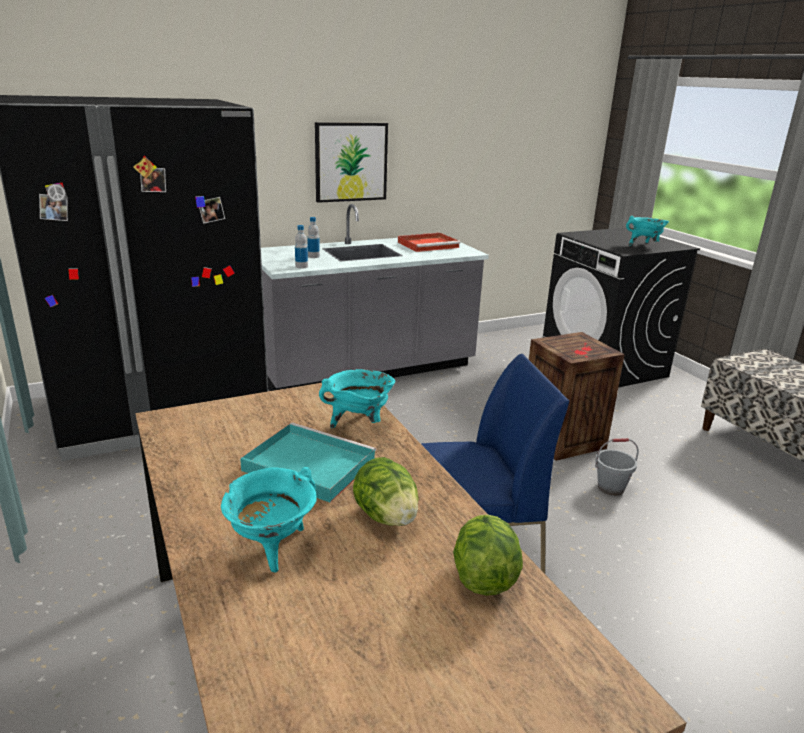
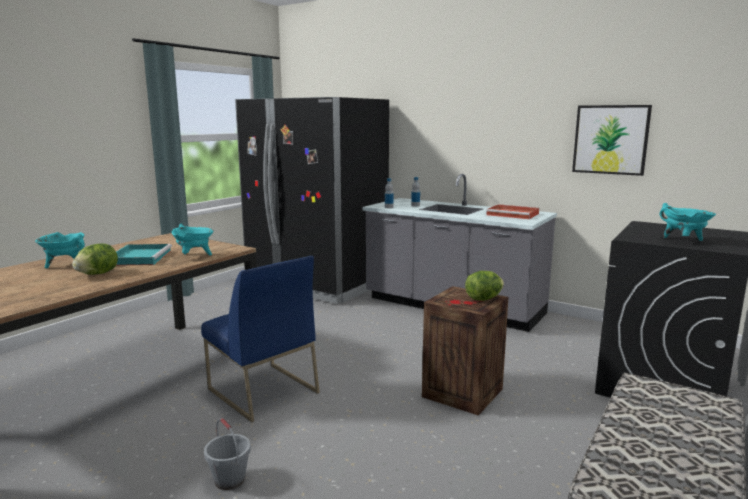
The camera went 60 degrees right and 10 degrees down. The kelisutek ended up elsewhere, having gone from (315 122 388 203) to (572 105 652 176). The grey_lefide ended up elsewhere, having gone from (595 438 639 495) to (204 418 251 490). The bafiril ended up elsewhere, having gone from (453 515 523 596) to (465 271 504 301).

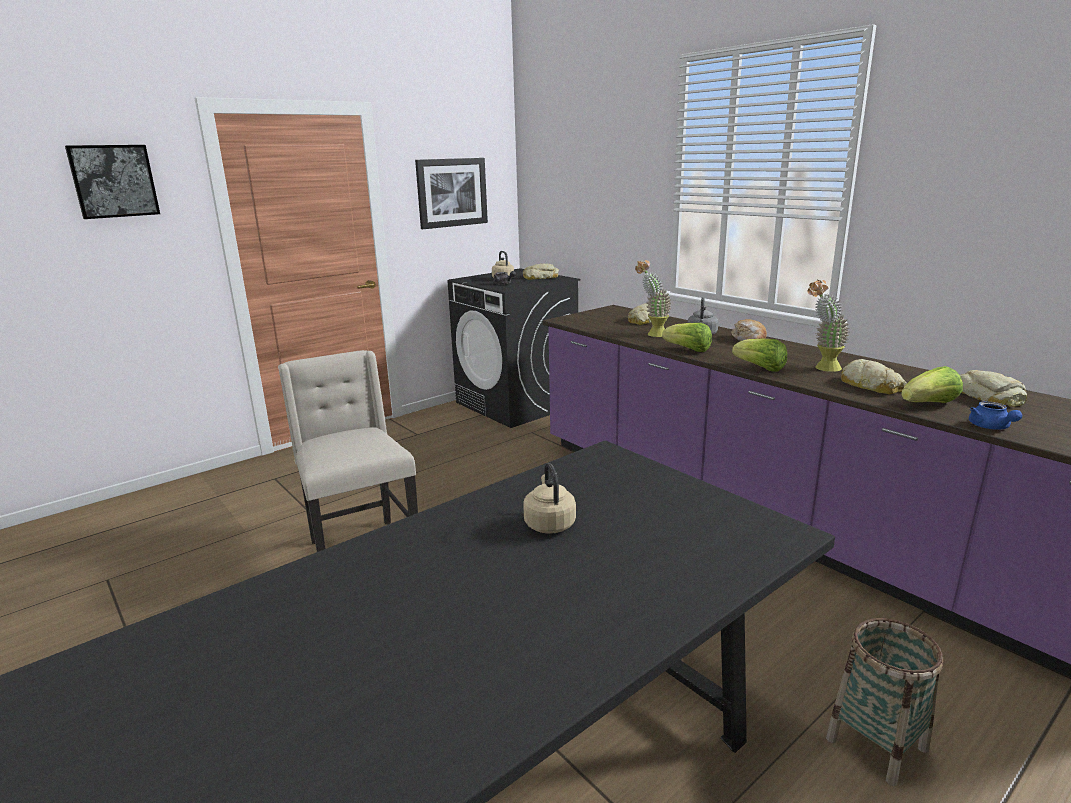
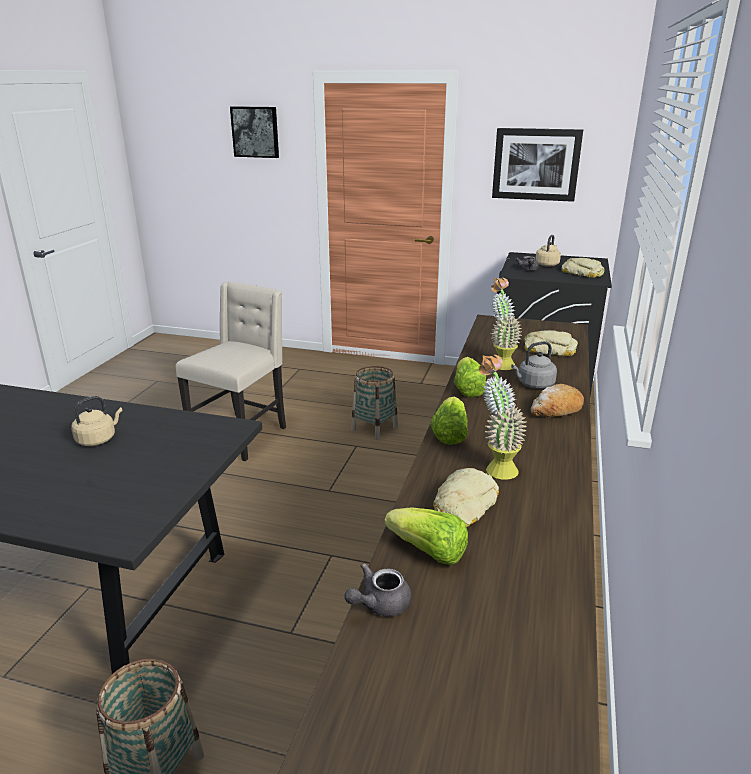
The camera went 55 degrees right and 5 degrees up. The second view lost the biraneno at (960 370 1027 407). What was the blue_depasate at (969 401 1022 430) turned into the grey_depasate at (344 563 412 616). The second view gained the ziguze at (351 366 398 440).

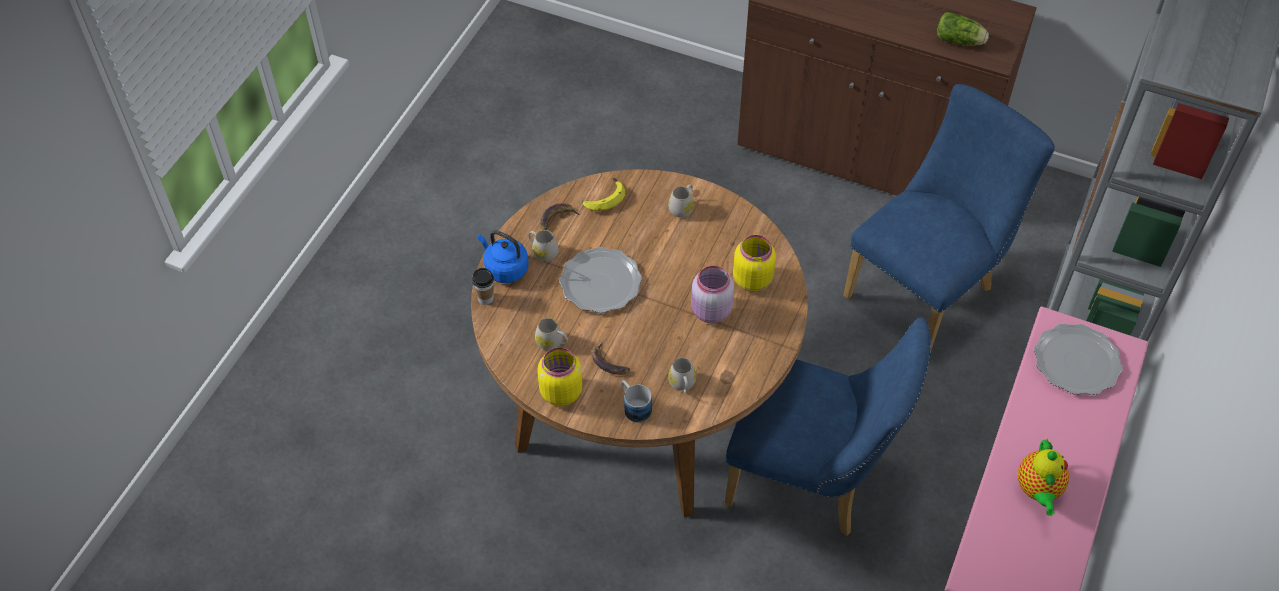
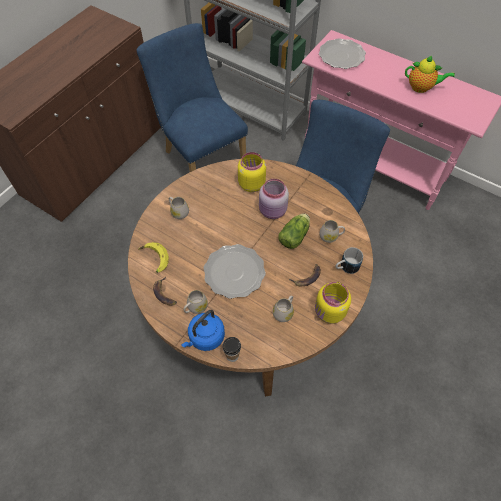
The camera went 80 degrees left and 5 degrees up. The bafiril ended up elsewhere, having gone from (937 12 989 46) to (278 213 310 249).

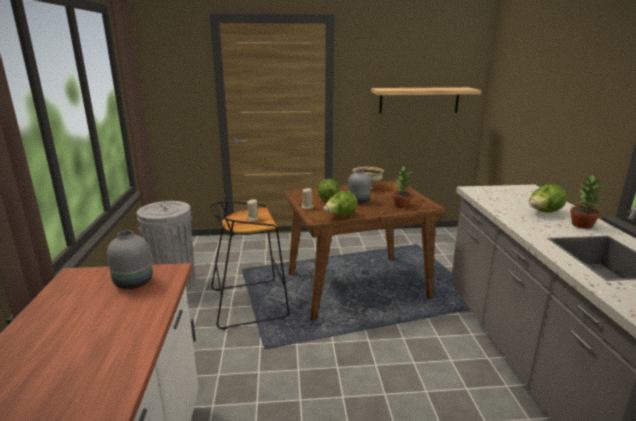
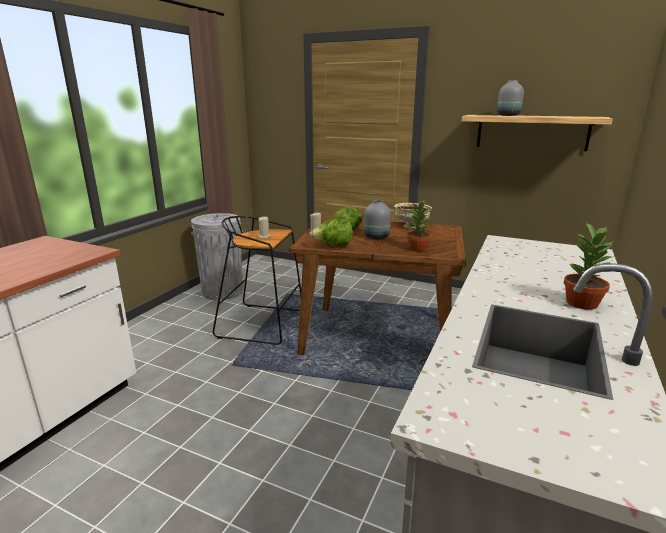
The camera went 30 degrees right and 0 degrees up. The second view lost the bafiril at (529 184 567 213). The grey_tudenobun ended up elsewhere, having gone from (107 230 153 289) to (497 80 524 116).

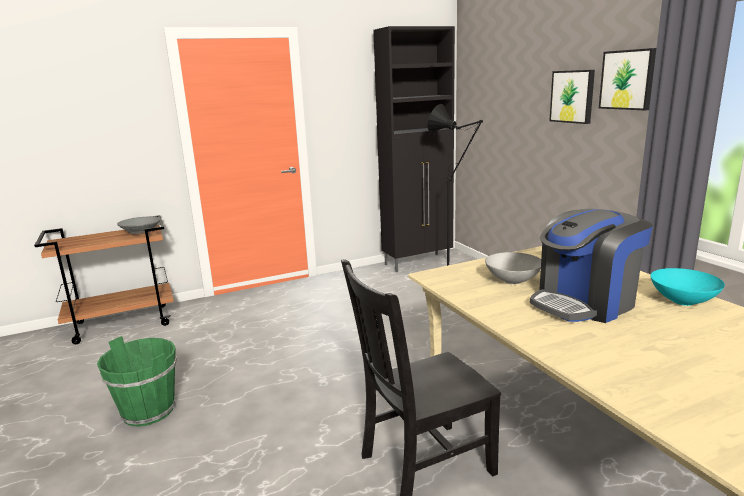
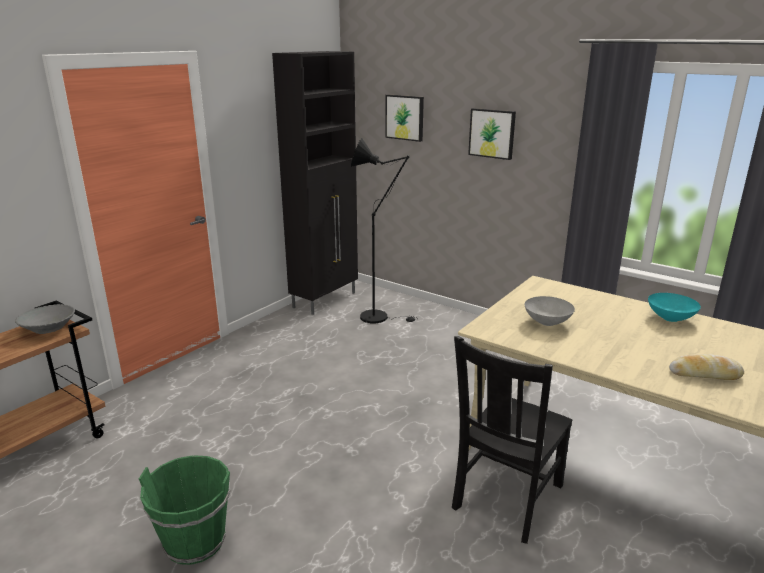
The camera went 30 degrees left and 5 degrees up. The kelisutek ended up elsewhere, having gone from (599 48 656 110) to (385 94 424 142). The second view lost the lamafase at (530 209 653 323). The second view gained the biraneno at (669 354 744 380).

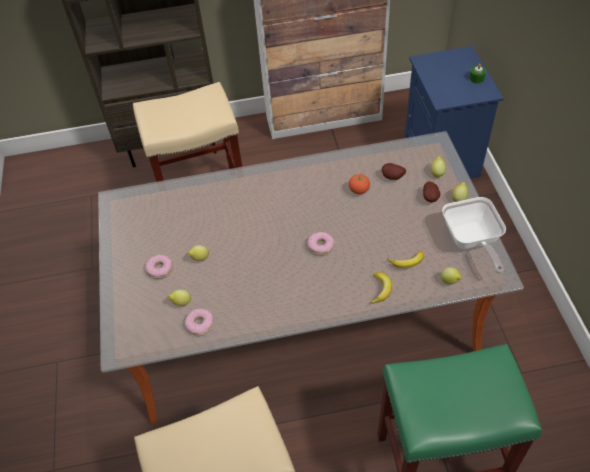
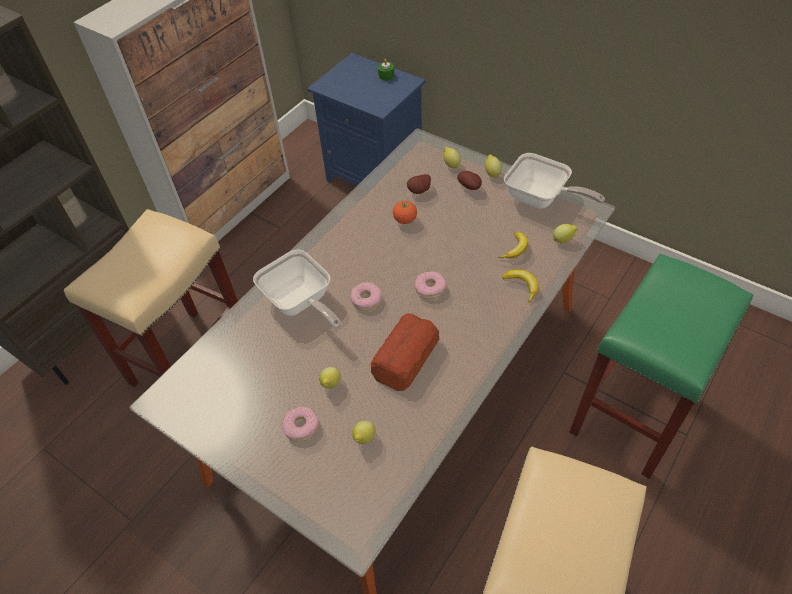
The camera went 45 degrees left and 0 degrees up. The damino ended up elsewhere, having gone from (185 308 214 336) to (350 282 382 310). The second view gained the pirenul at (253 249 342 329). The second view gained the biraneno at (371 313 439 391).

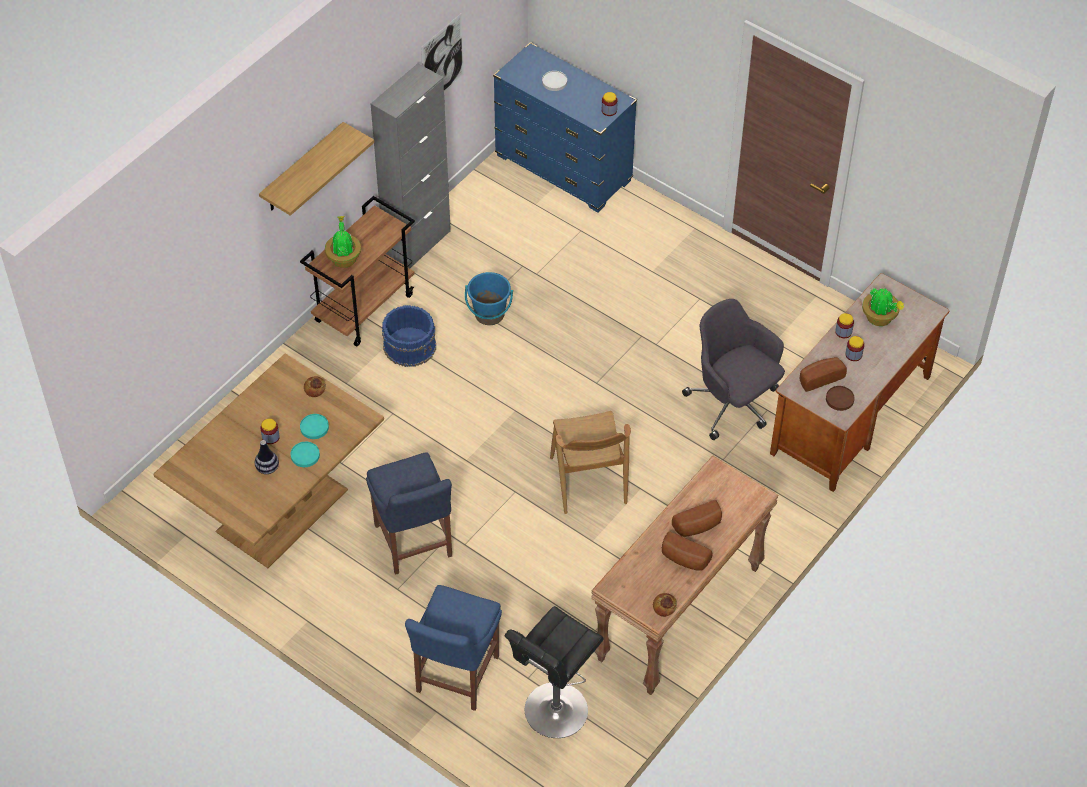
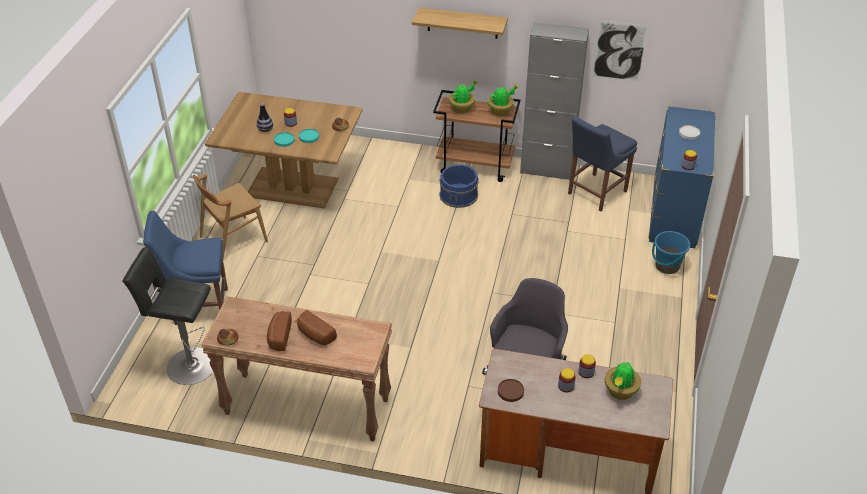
The camera went 65 degrees right and 10 degrees down. The blue_lefide ended up elsewhere, having gone from (465 272 513 325) to (652 231 690 274). The second view lost the biraneno at (800 357 847 392). The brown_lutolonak ended up elsewhere, having gone from (550 411 631 514) to (193 174 268 259). The blue_lutolonak ended up elsewhere, having gone from (366 452 452 575) to (568 116 637 211). The second view gained the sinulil at (488 84 519 116).

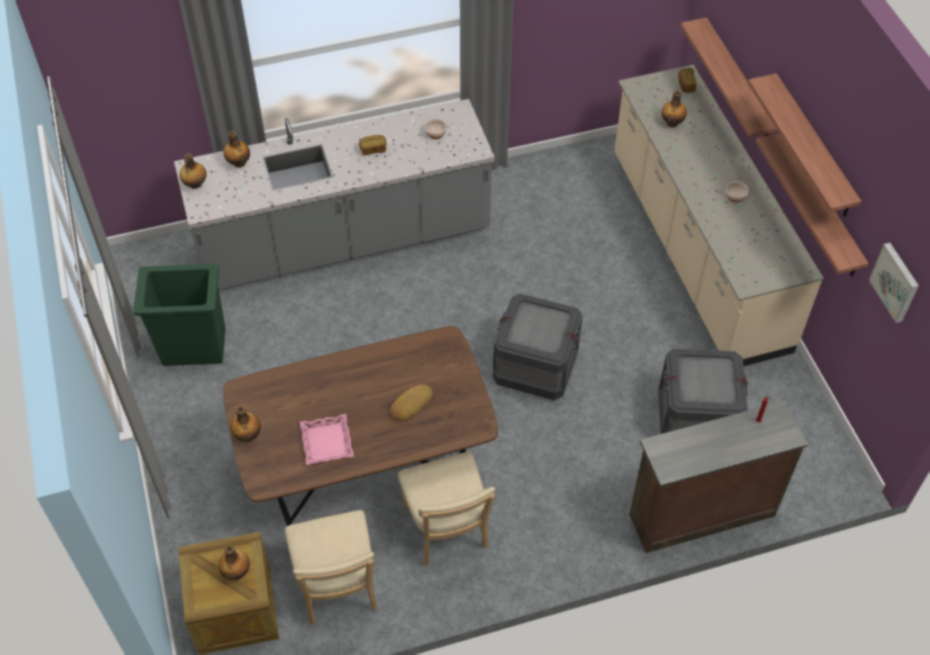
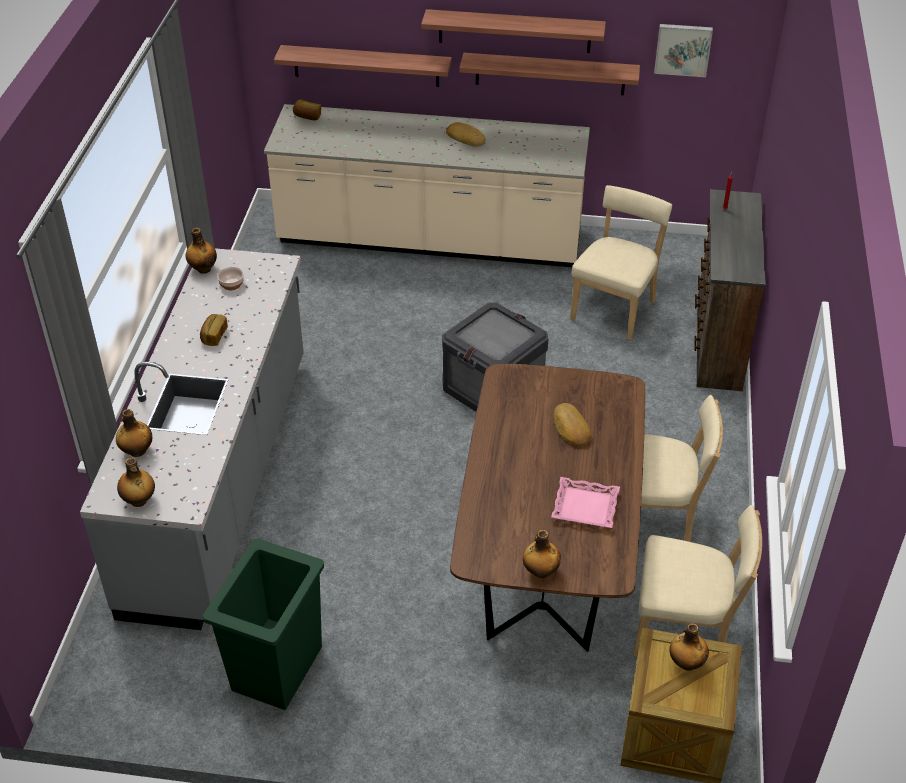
The camera went 65 degrees left and 10 degrees down. The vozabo ended up elsewhere, having gone from (661 90 687 128) to (186 228 217 274). Where the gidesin stood at (726 181 749 203), the biraneno came to stand at (446 122 486 146). Where the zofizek stood at (659 349 748 434), the beige_lutolonak came to stand at (570 185 672 340).

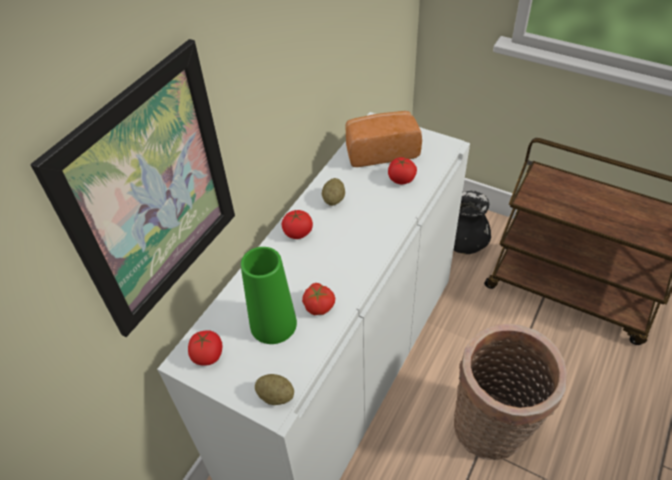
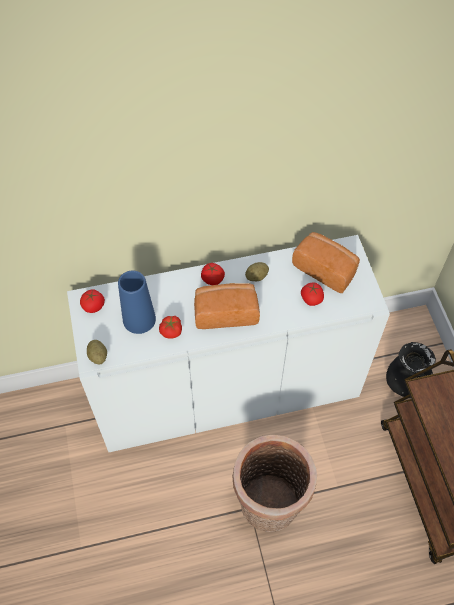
The camera went 45 degrees right and 10 degrees up. The second view lost the kelisutek at (30 39 235 337). What was the green_tudenobun at (241 247 297 344) turned into the blue_tudenobun at (118 270 156 334). The second view gained the biraneno at (194 283 260 329).

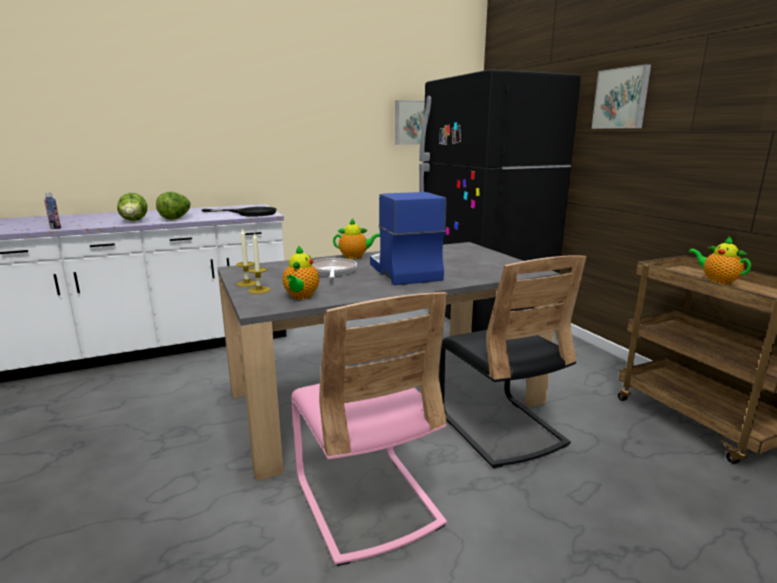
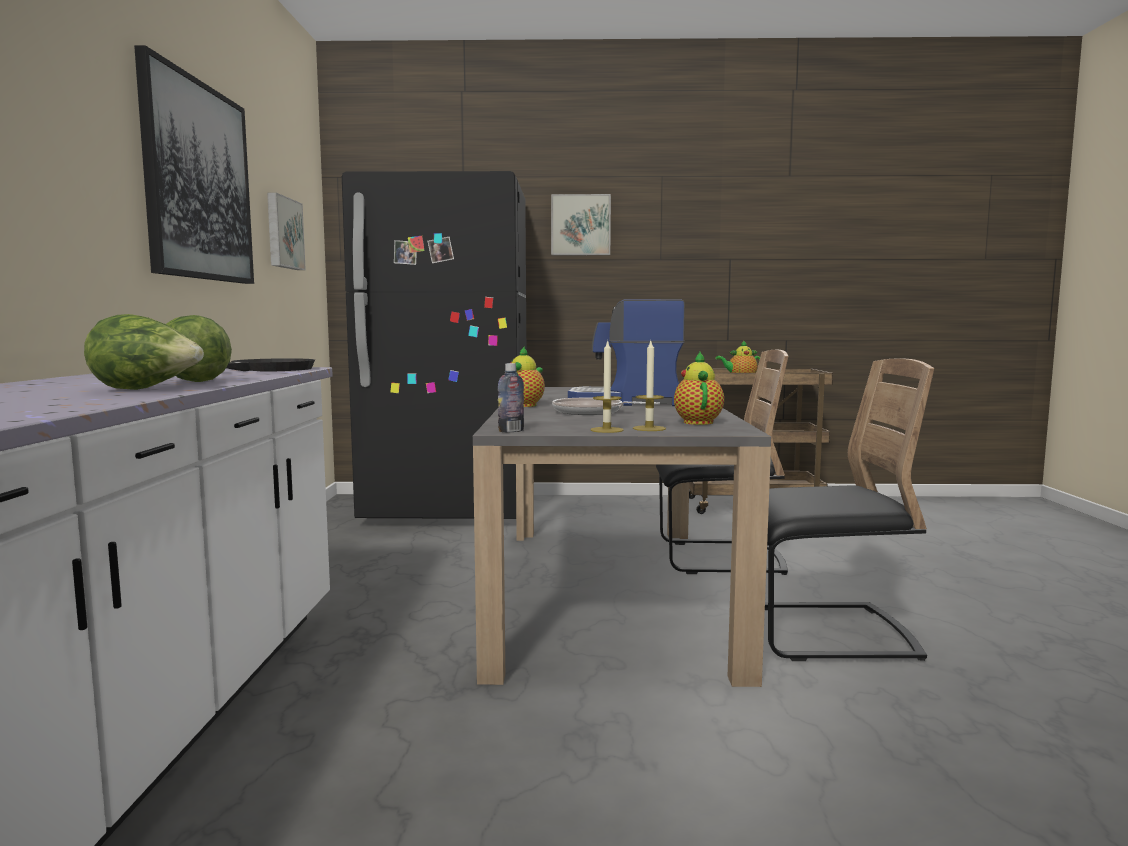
The camera went 65 degrees left and 10 degrees down. The vozabo ended up elsewhere, having gone from (44 193 61 229) to (498 363 524 432). The depasate at (282 245 319 299) ended up facing another way, 120 degrees counterclockwise from before. What was the pink_lutolonak at (291 292 447 566) turned into the black_lutolonak at (765 358 934 661). The second view gained the kelisutek at (134 45 254 284).

